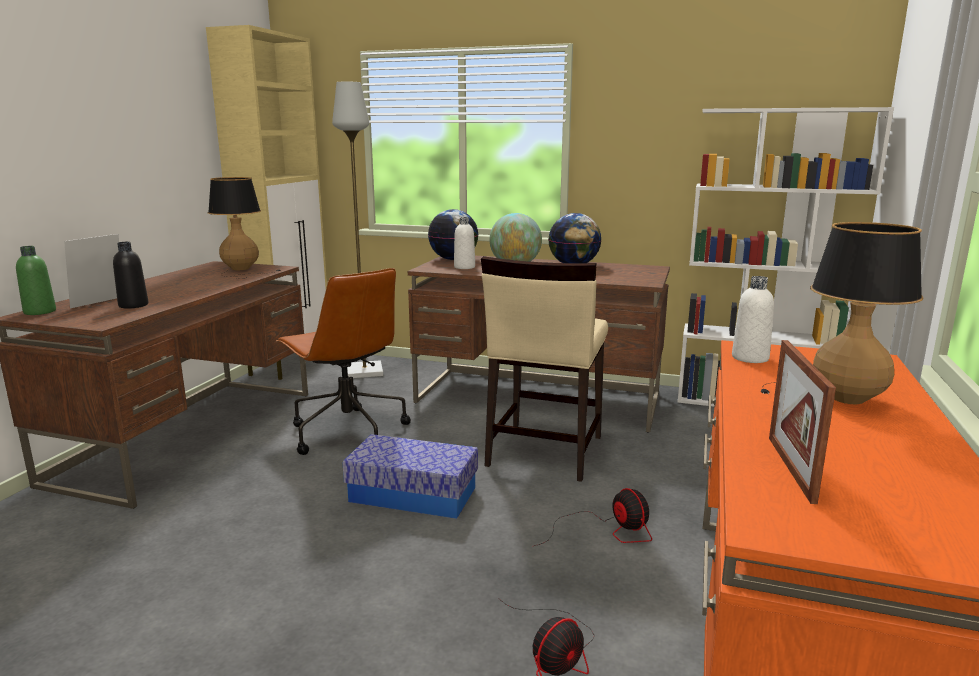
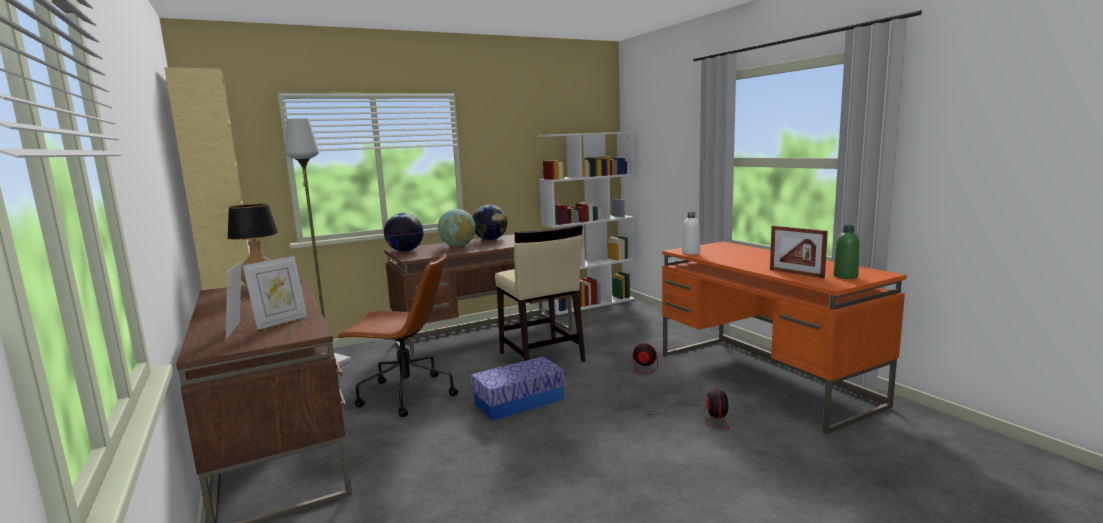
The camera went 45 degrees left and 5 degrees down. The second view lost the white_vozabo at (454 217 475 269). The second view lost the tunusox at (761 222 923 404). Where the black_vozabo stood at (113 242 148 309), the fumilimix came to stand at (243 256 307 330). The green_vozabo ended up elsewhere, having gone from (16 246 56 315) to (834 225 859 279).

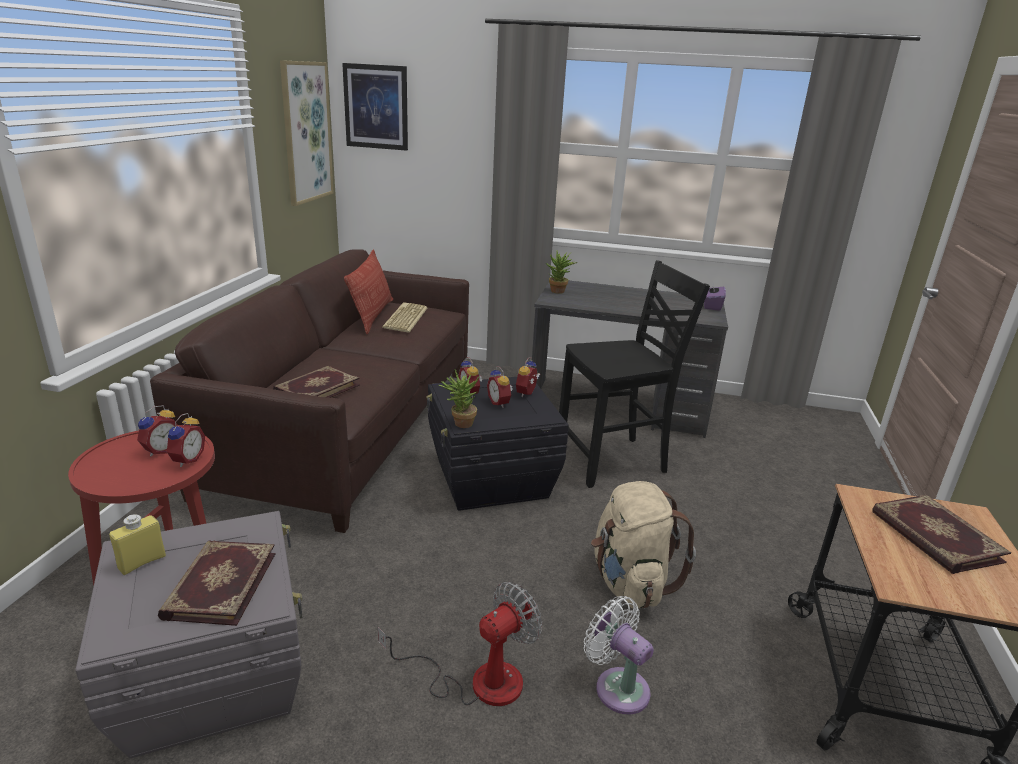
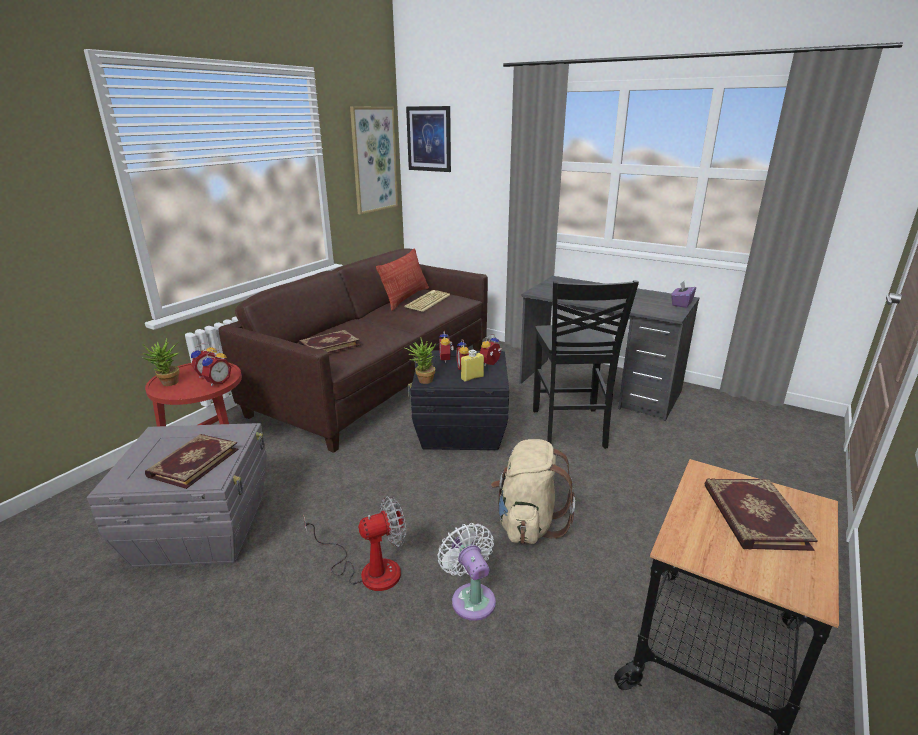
The camera went 20 degrees right and 0 degrees up. The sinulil ended up elsewhere, having gone from (546 250 578 294) to (142 339 180 386). The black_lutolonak at (559 260 710 488) ended up facing another way, 90 degrees clockwise from before. The yellow_vozabo ended up elsewhere, having gone from (109 515 166 575) to (461 350 484 382).

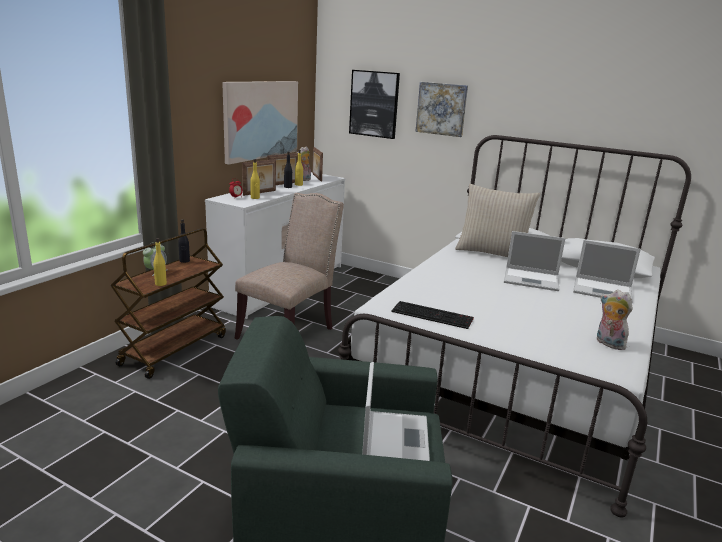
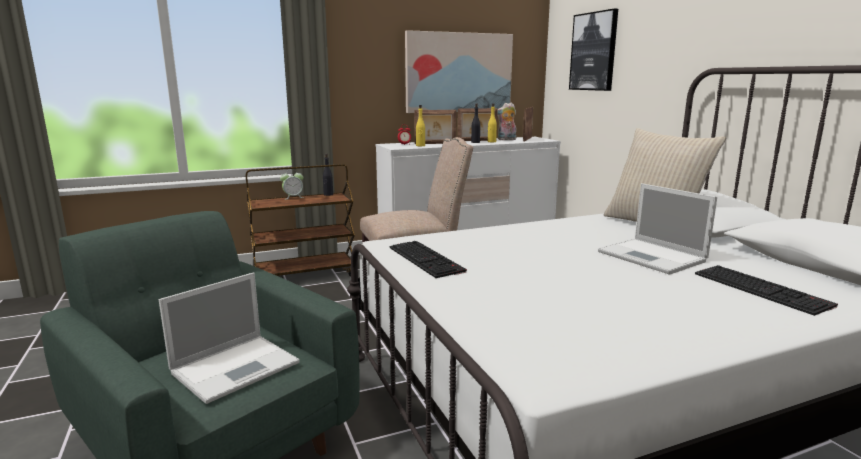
The camera went 40 degrees right and 5 degrees down. The second view lost the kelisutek at (415 82 468 137). The second view lost the yellow_vozabo at (153 238 167 286). Where the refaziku stood at (573 240 641 302), the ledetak came to stand at (695 265 838 316). The second view lost the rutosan at (597 290 633 350).

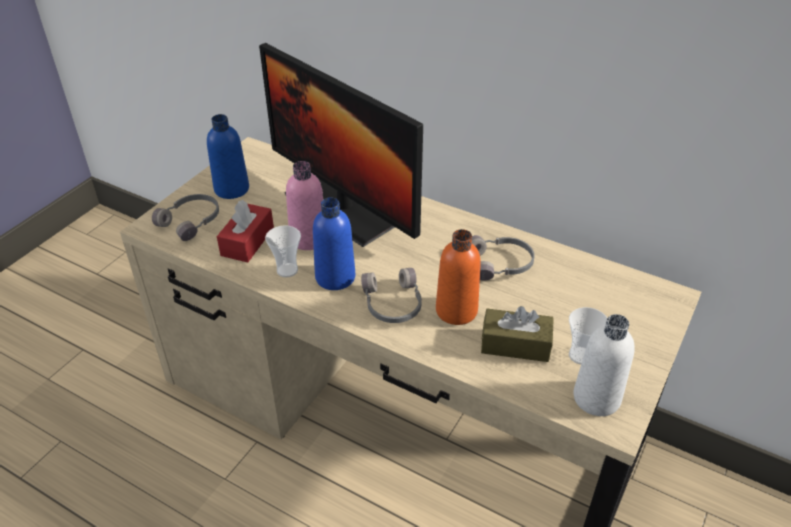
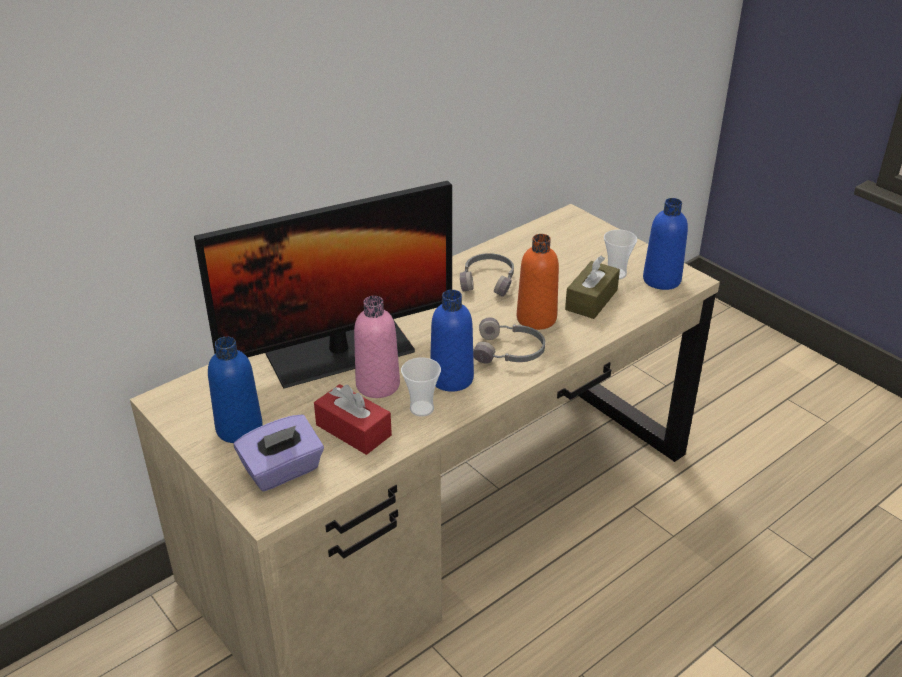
The camera went 70 degrees left and 5 degrees down. Where the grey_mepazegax stood at (152 194 219 241), the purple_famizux came to stand at (234 414 324 491). What was the white_vozabo at (573 314 635 416) turned into the blue_vozabo at (643 198 688 290).

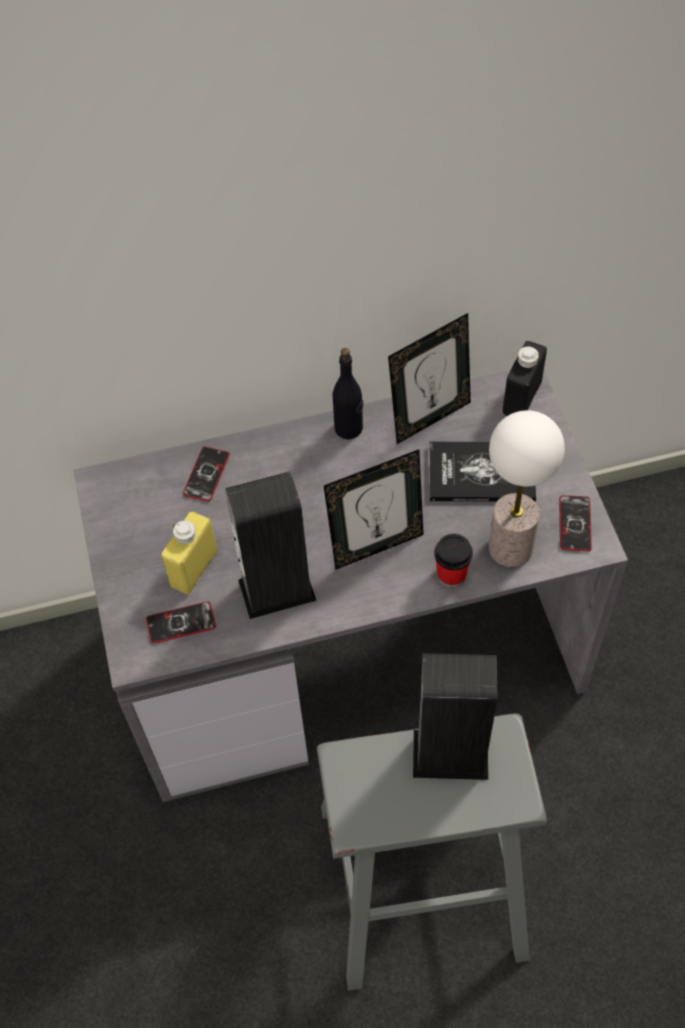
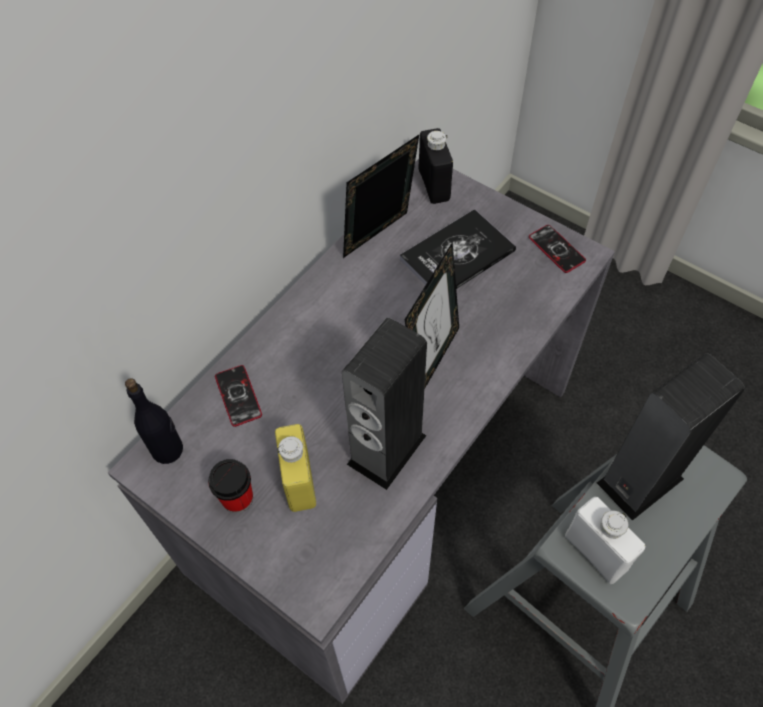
The camera went 40 degrees left and 0 degrees up. The fumilimix at (388 313 471 444) ended up facing another way, 150 degrees counterclockwise from before. The black_vozabo ended up elsewhere, having gone from (333 348 363 439) to (125 378 183 464). The second view lost the tunusox at (489 410 565 567). The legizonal ended up elsewhere, having gone from (434 534 473 587) to (208 459 253 513). The second view lost the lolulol at (146 601 216 644). The second view gained the white_vozabo at (565 497 645 584).

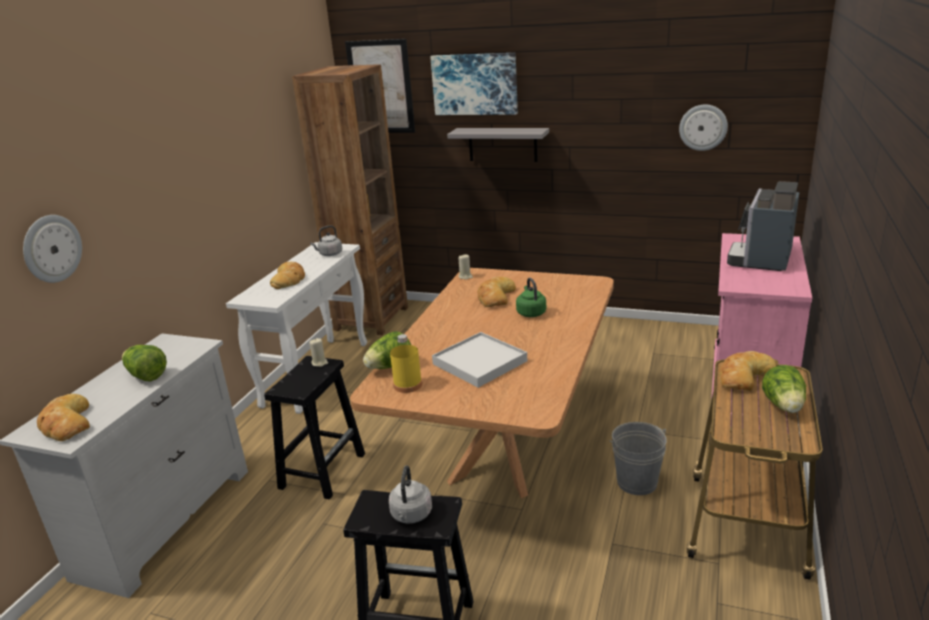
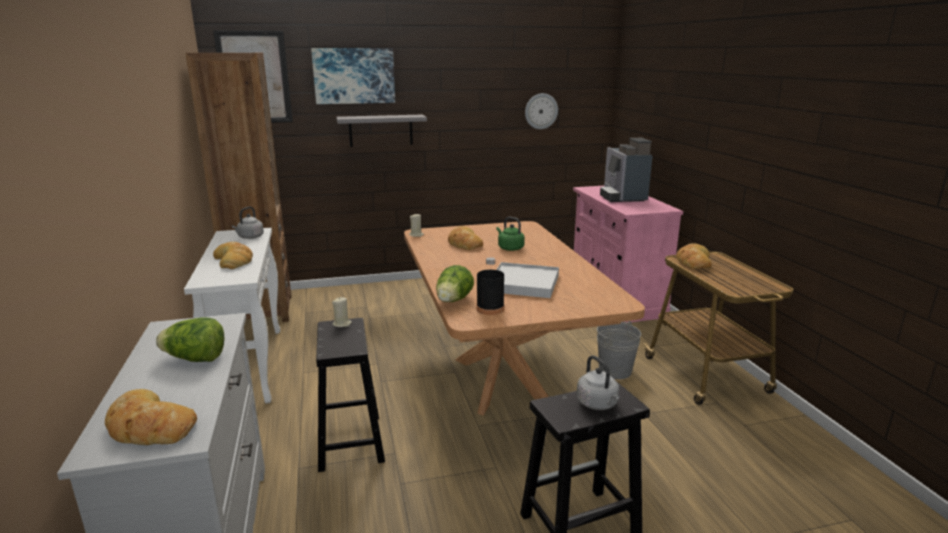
The camera went 35 degrees left and 5 degrees down. The second view lost the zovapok at (23 215 82 283). What was the yellow_vozabo at (390 334 422 393) turned into the black_vozabo at (476 257 504 315). The second view lost the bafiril at (762 365 806 413).

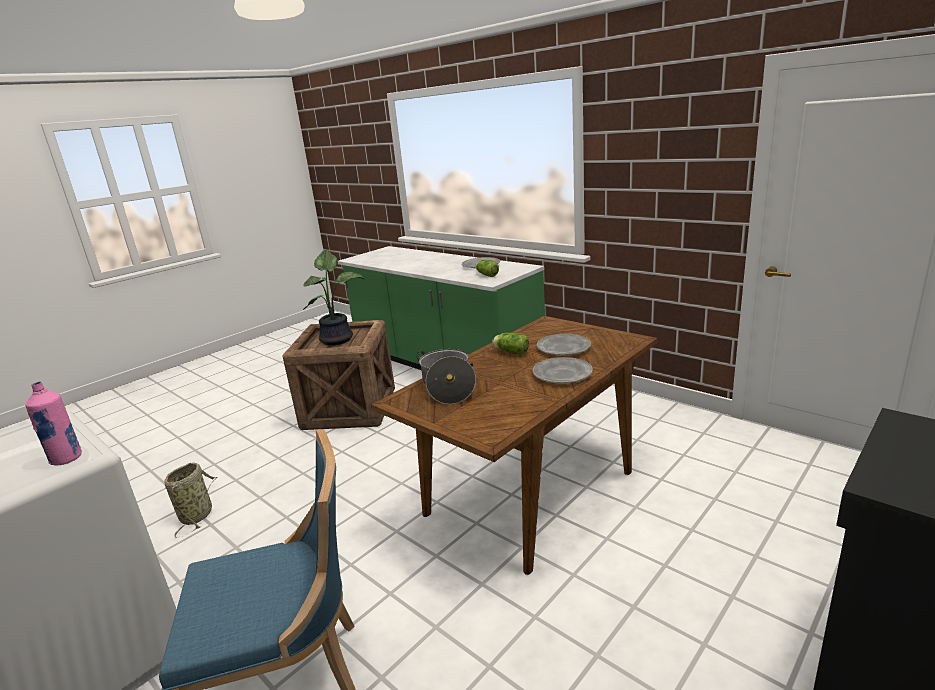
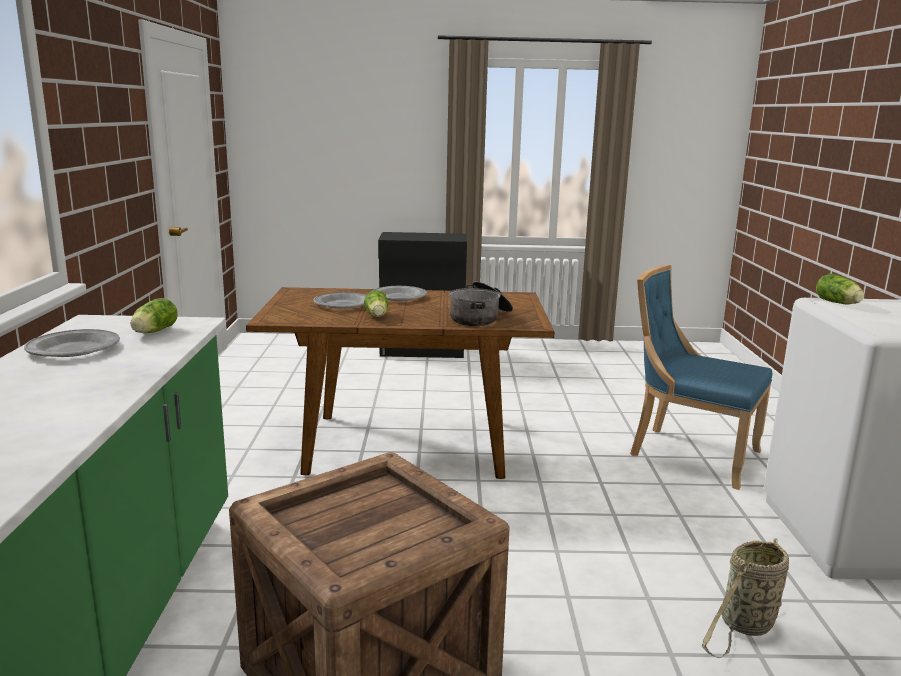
The camera went 135 degrees left and 5 degrees down. The second view lost the sinulil at (303 250 364 346). Where the pink_vozabo stood at (25 382 82 465), the bafiril came to stand at (816 274 864 304).

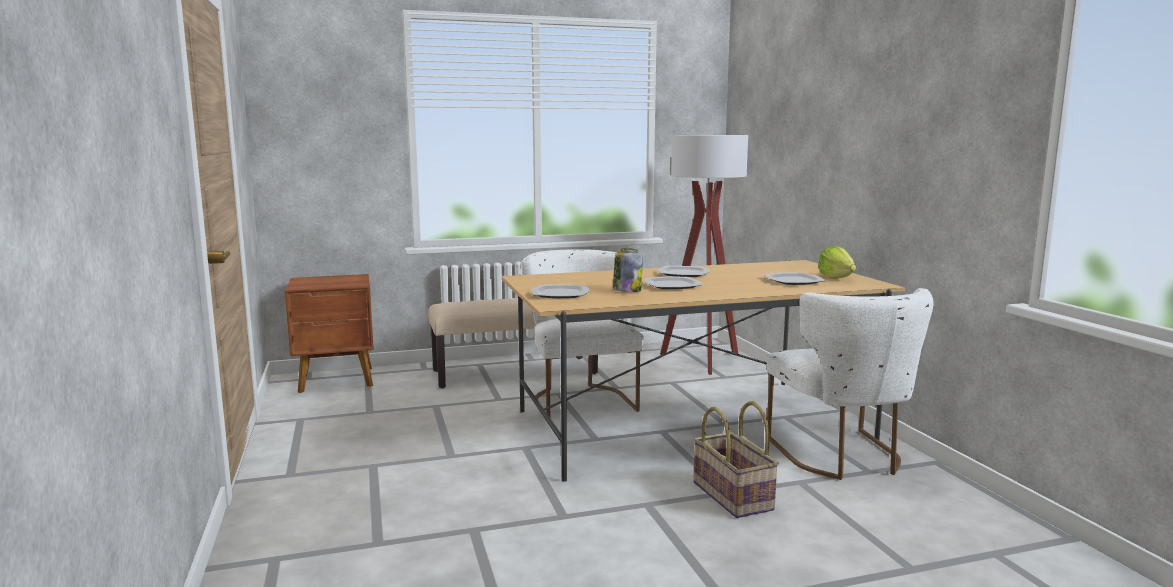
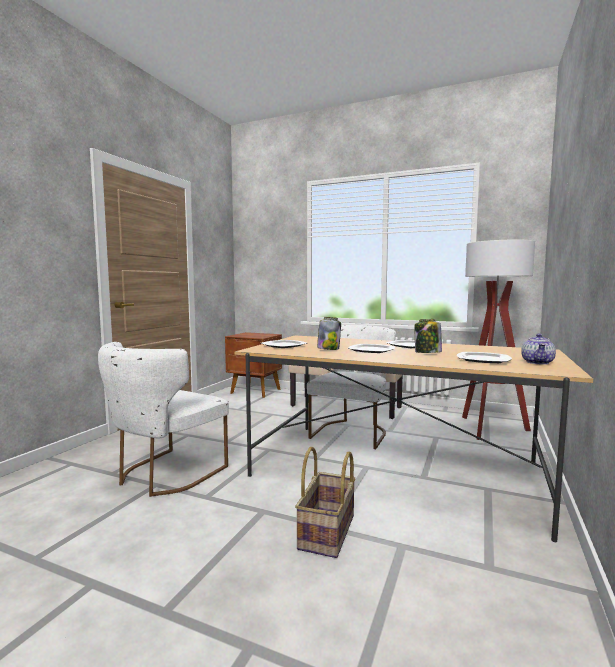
The camera went 40 degrees right and 5 degrees down. Where the bafiril stood at (818 246 856 279), the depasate came to stand at (521 333 556 365). The white_lutolonak ended up elsewhere, having gone from (767 288 933 480) to (98 342 229 497). The second view gained the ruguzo at (415 319 442 353).

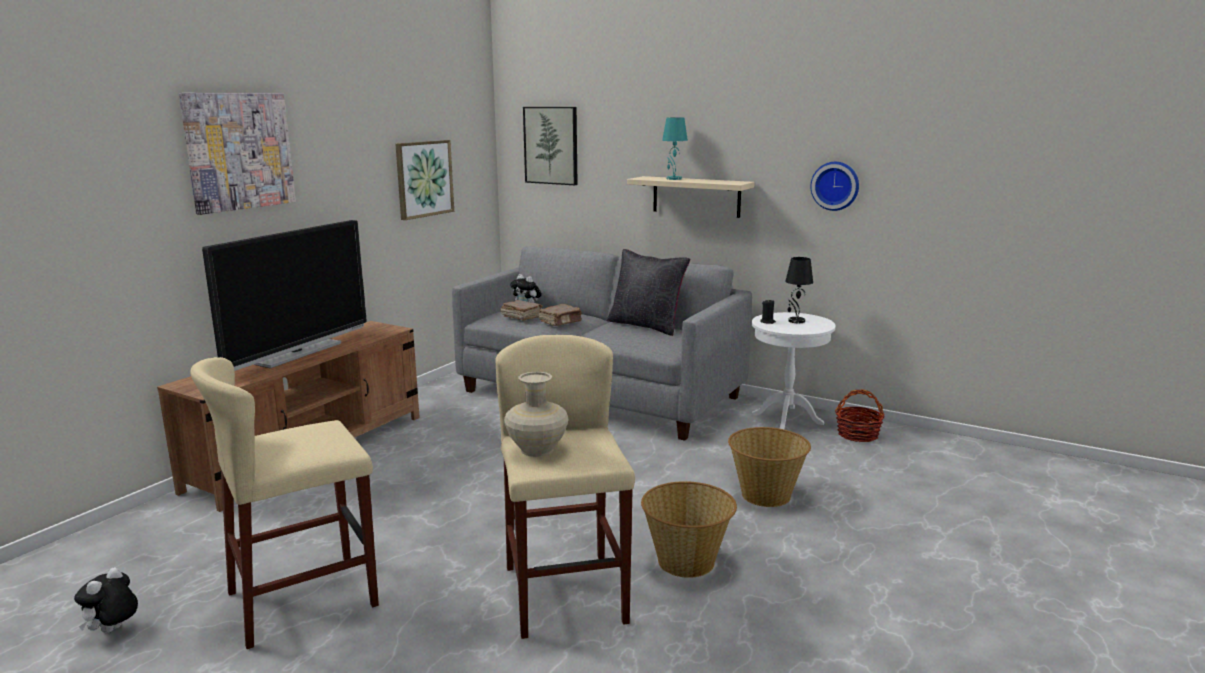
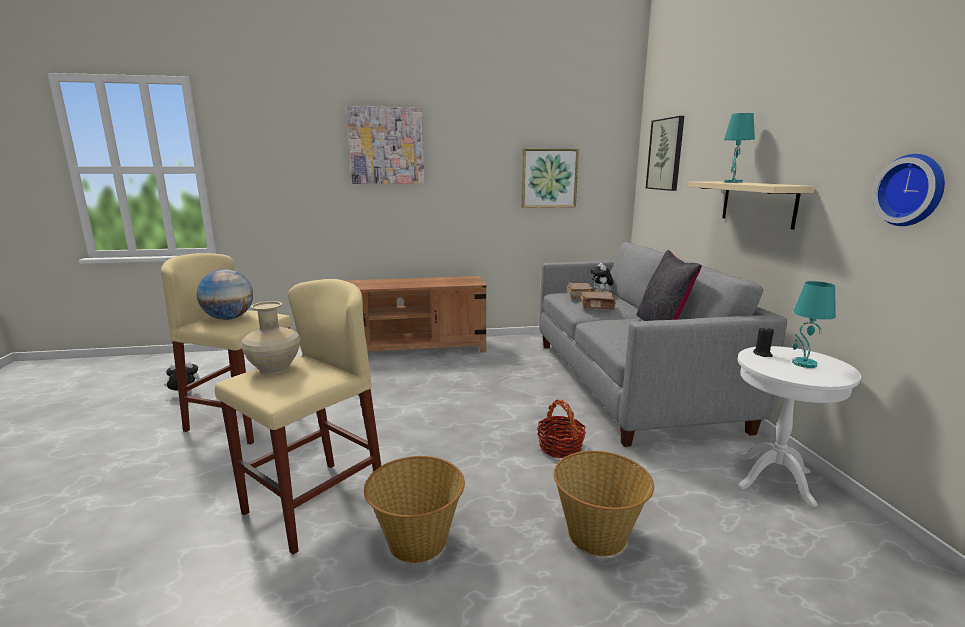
The camera went 50 degrees right and 0 degrees up. The second view lost the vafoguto at (202 220 367 371). What was the black_tunusox at (785 257 813 323) turned into the turquoise_tunusox at (792 281 836 368). The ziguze ended up elsewhere, having gone from (835 389 885 442) to (537 399 586 458). The second view gained the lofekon at (197 269 253 320).

